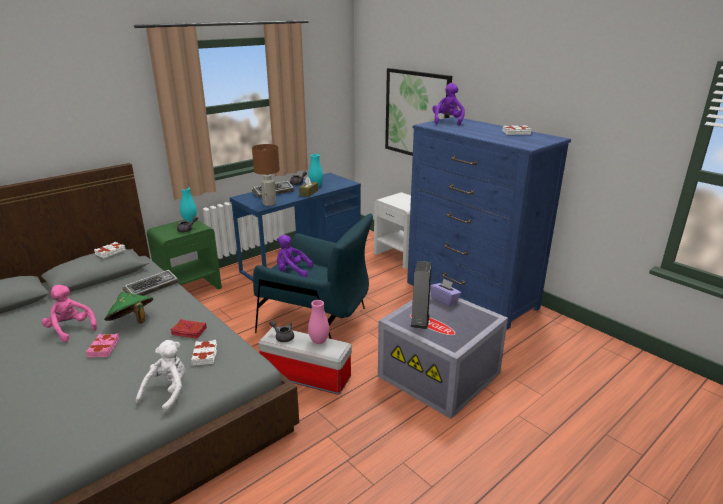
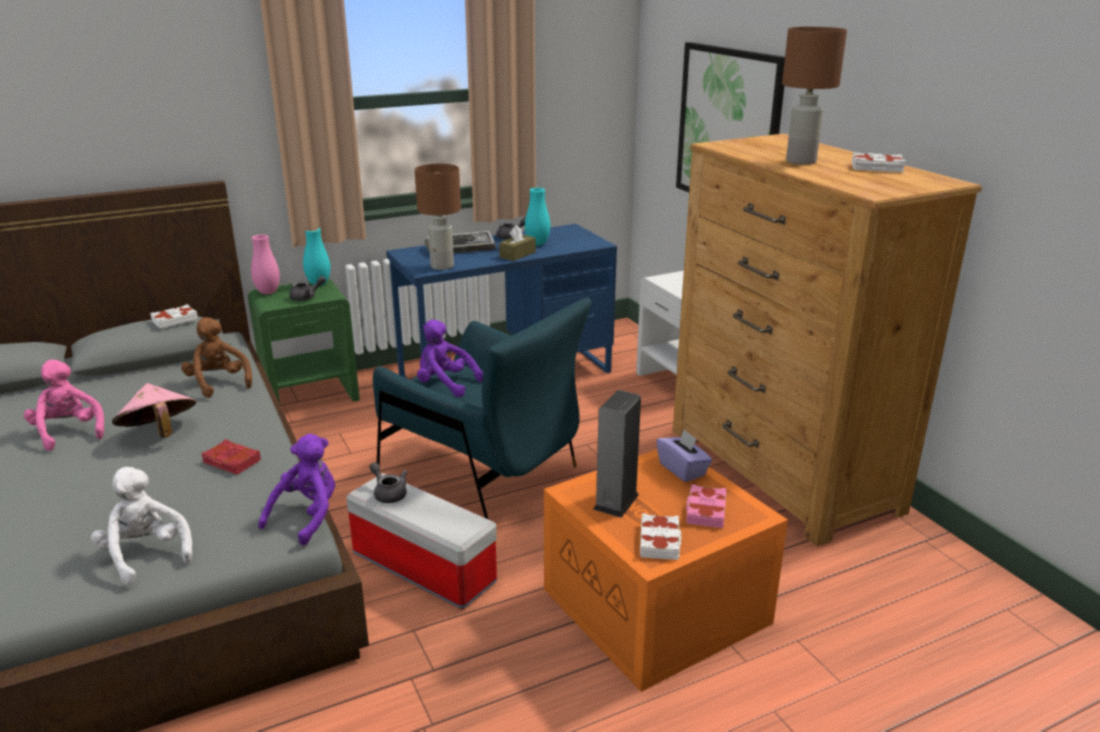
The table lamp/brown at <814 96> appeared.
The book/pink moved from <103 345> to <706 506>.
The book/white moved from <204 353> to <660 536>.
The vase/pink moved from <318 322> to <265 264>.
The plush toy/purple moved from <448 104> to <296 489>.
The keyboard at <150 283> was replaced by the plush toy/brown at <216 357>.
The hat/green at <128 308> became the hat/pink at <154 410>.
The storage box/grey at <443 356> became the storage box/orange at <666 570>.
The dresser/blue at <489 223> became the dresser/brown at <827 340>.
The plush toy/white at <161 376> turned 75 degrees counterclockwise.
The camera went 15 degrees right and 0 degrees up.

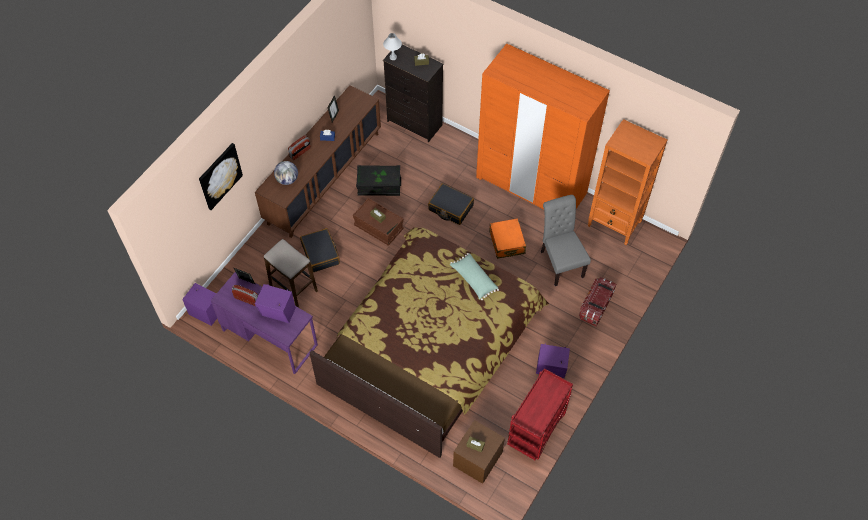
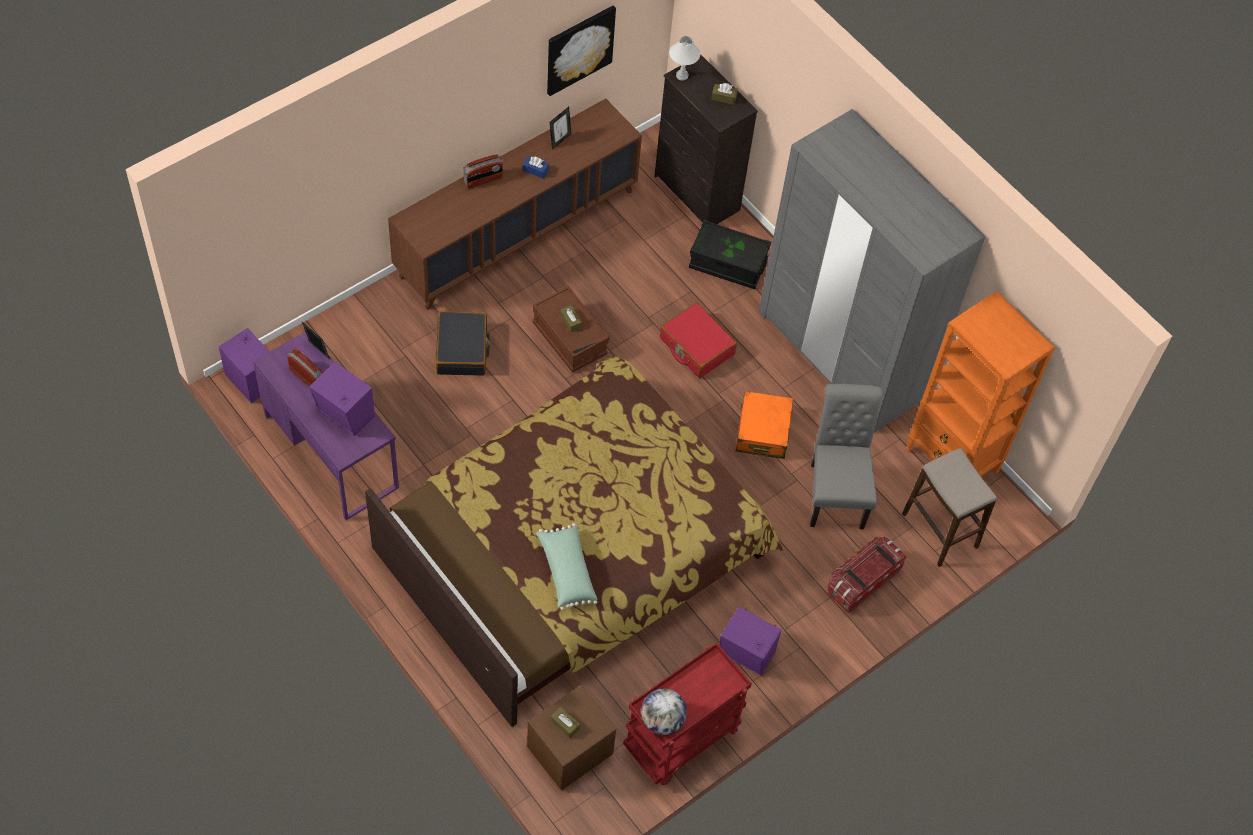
The picture moved from <221 176> to <581 51>.
The stool moved from <291 273> to <949 507>.
The globe moved from <286 173> to <664 711>.
The storage box/black moved from <378 180> to <730 254>.
The pillow/green moved from <474 276> to <566 567>.
The suitcase/black at <451 204> became the suitcase/red at <698 340>.
The wardrobe/orange at <543 126> became the wardrobe/grey at <872 271>.
The camera went 15 degrees right and 0 degrees up.

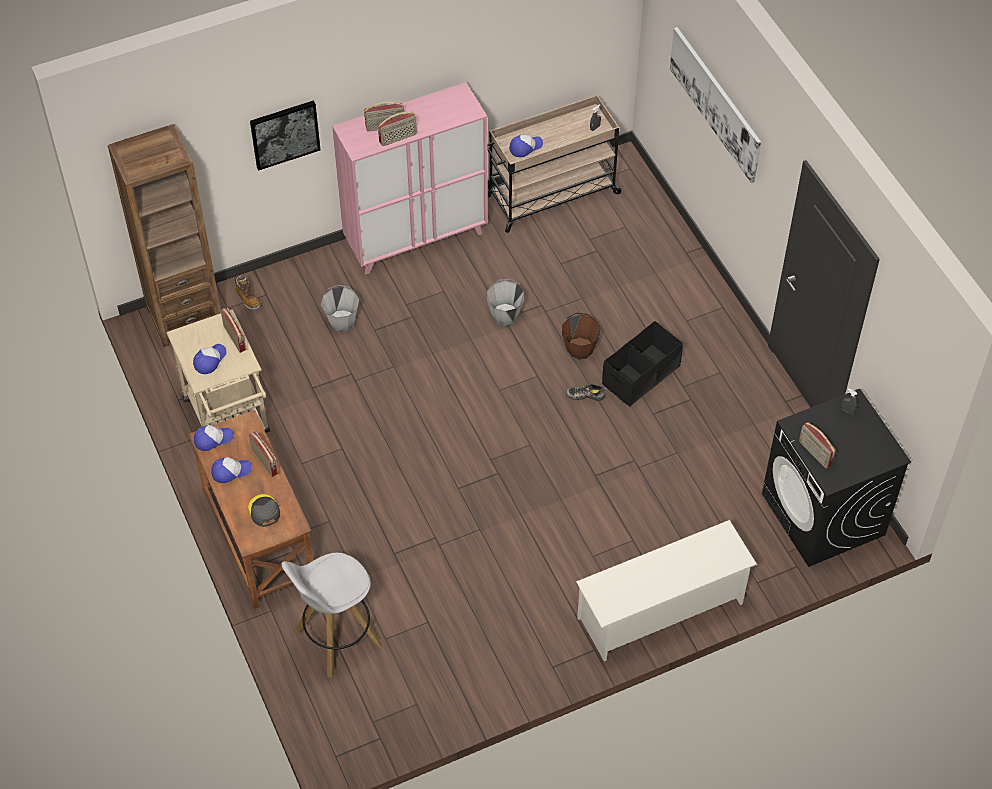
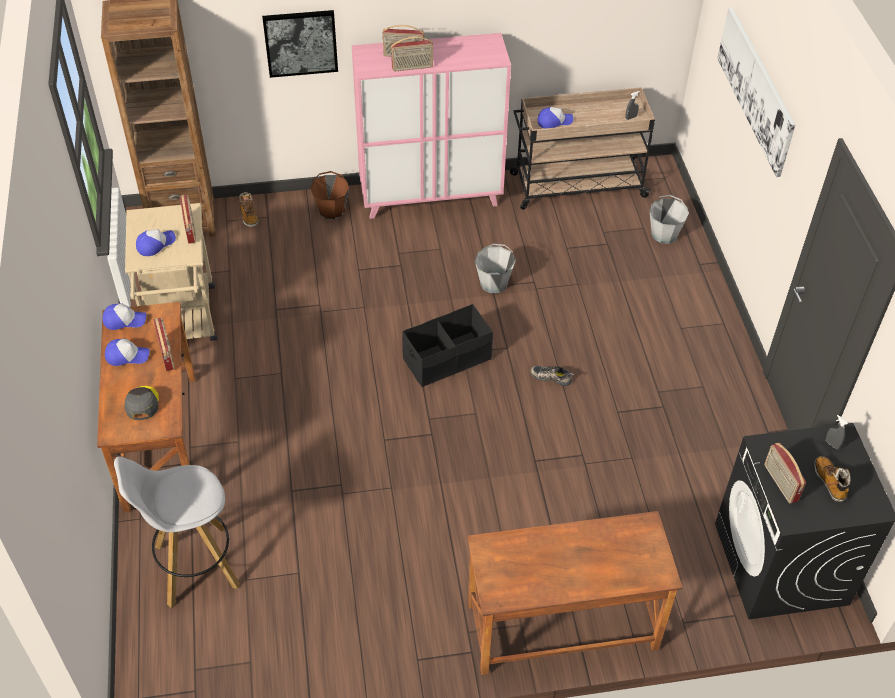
The boot at <832 479> appeared.
The bucket/grey moved from <340 308> to <669 219>.
The bucket/brown moved from <581 336> to <329 195>.
The storage box/black moved from <642 364> to <447 345>.
The shoe rack/white at <666 590> was replaced by the desk/brown at <575 593>.
The camera went 15 degrees right and 5 degrees down.

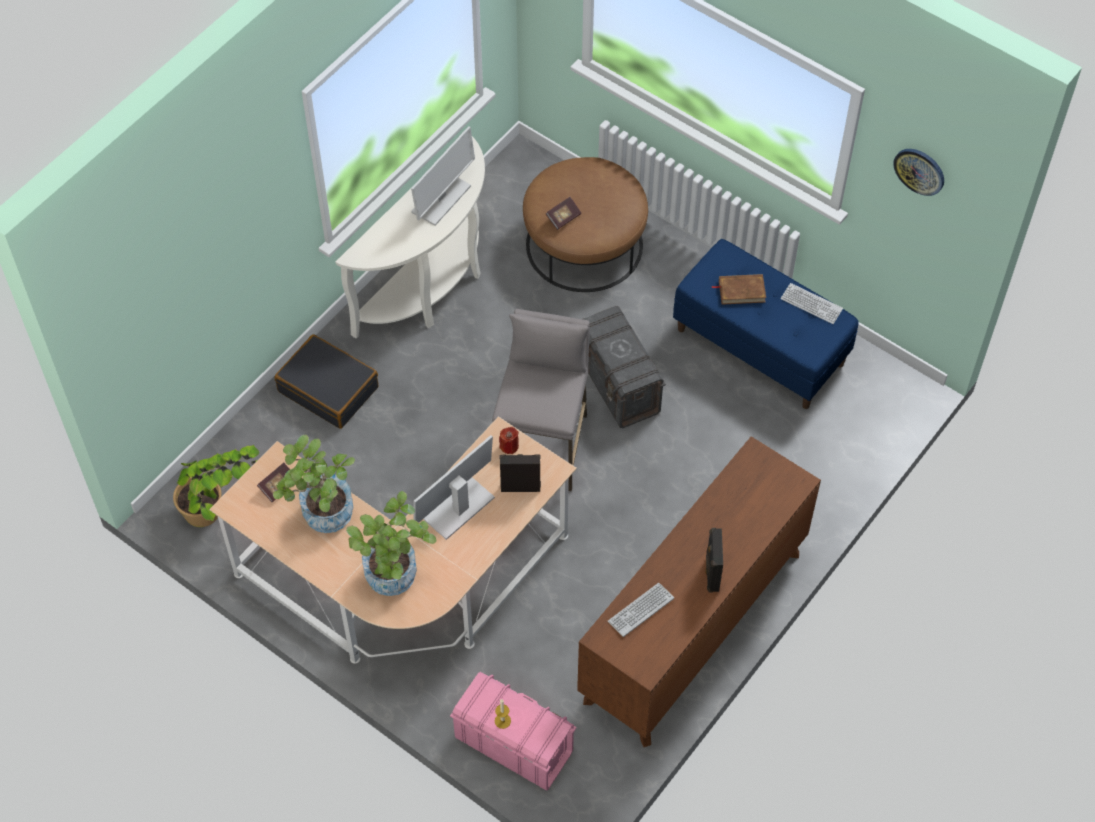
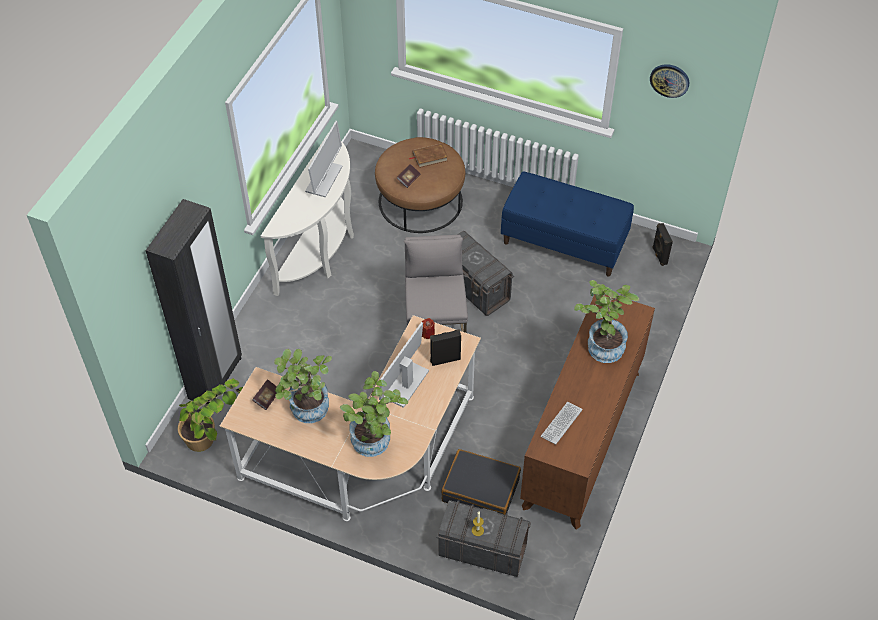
The keyboard at <812 303> disappeared.
The wardrobe/black at <193 301> appeared.
The potted plant at <606 321> appeared.
The suitcase/black moved from <326 381> to <481 482>.
The speaker/black moved from <714 560> to <662 244>.
The book/brown moved from <738 289> to <428 155>.
The storage box/pink at <513 731> became the storage box/grey at <484 538>.
The camera went 15 degrees left and 5 degrees down.

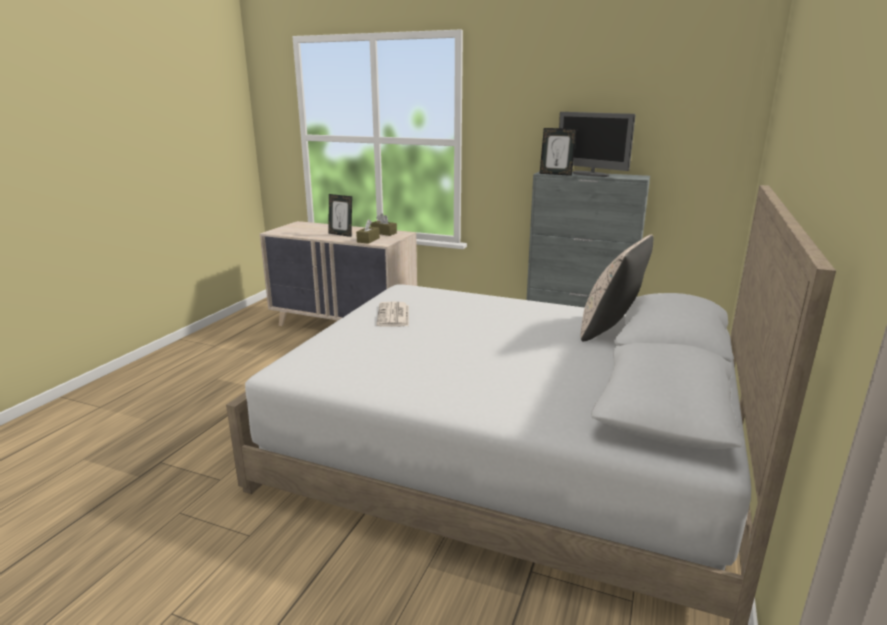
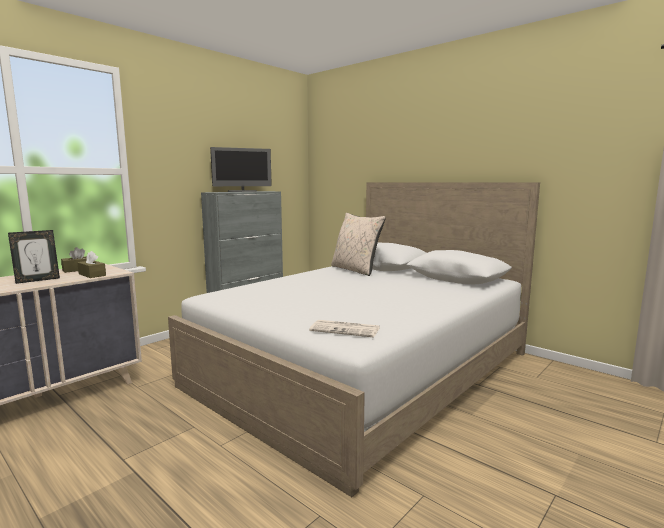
The picture frame at <558 152> disappeared.
The newspaper moved from <392 314> to <344 329>.
The camera went 70 degrees left and 10 degrees down.

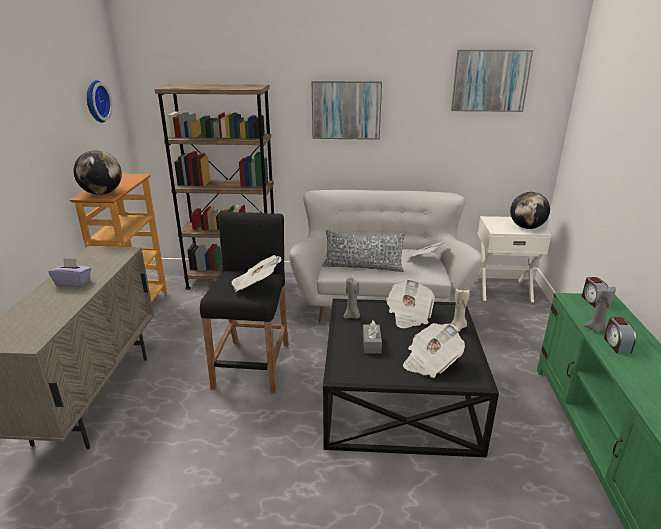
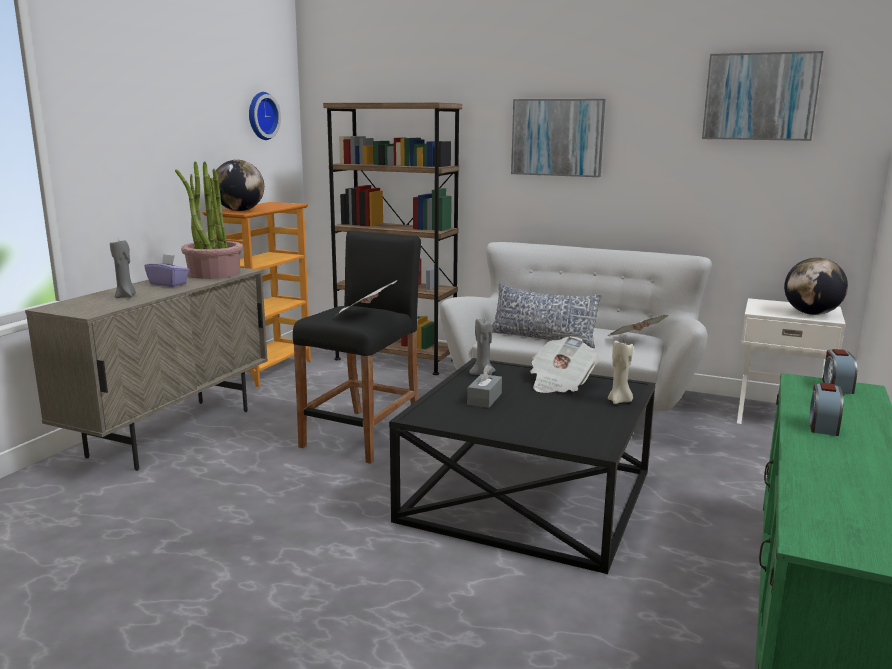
The newspaper at <434 350> disappeared.
The potted plant at <209 220> appeared.
The candle/grey moved from <599 309> to <123 269>.
The camera went 20 degrees right and 10 degrees down.

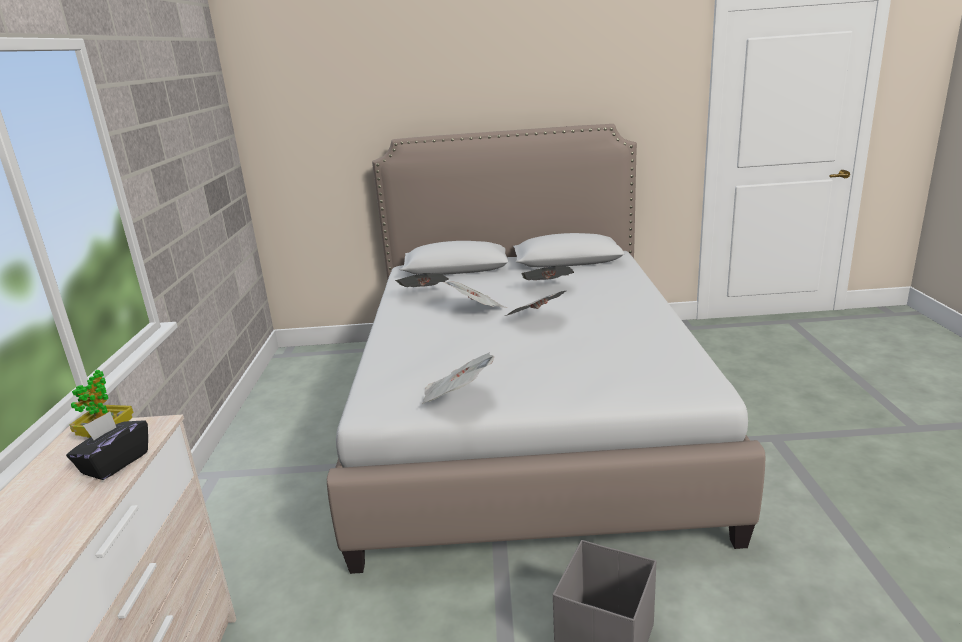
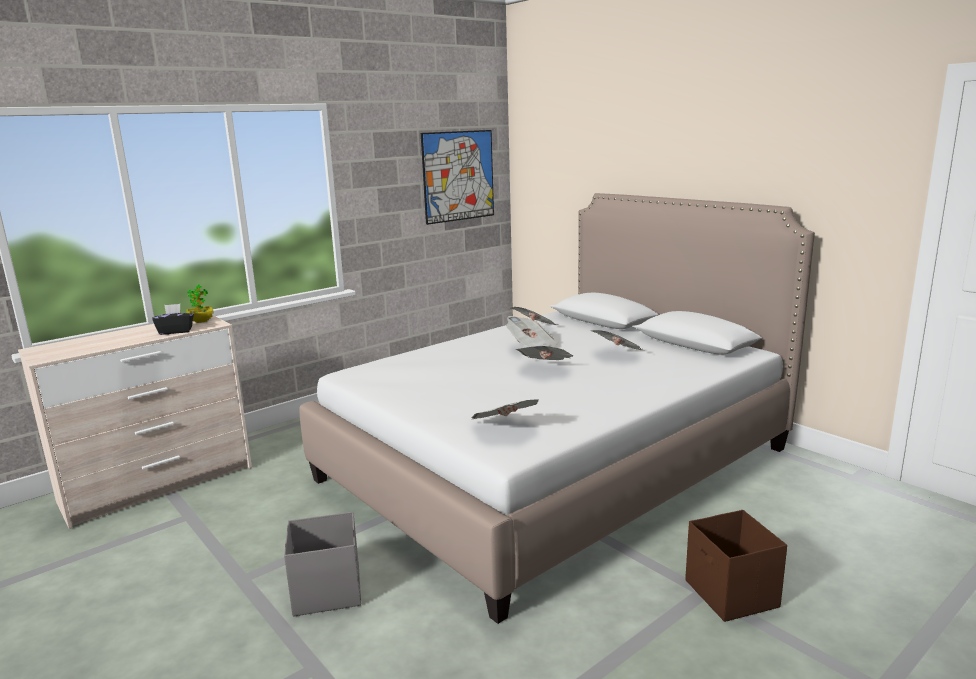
The picture at <457 177> appeared.
The storage box/brown at <736 566> appeared.
The newspaper moved from <458 378> to <505 409>.
The camera went 50 degrees right and 5 degrees down.

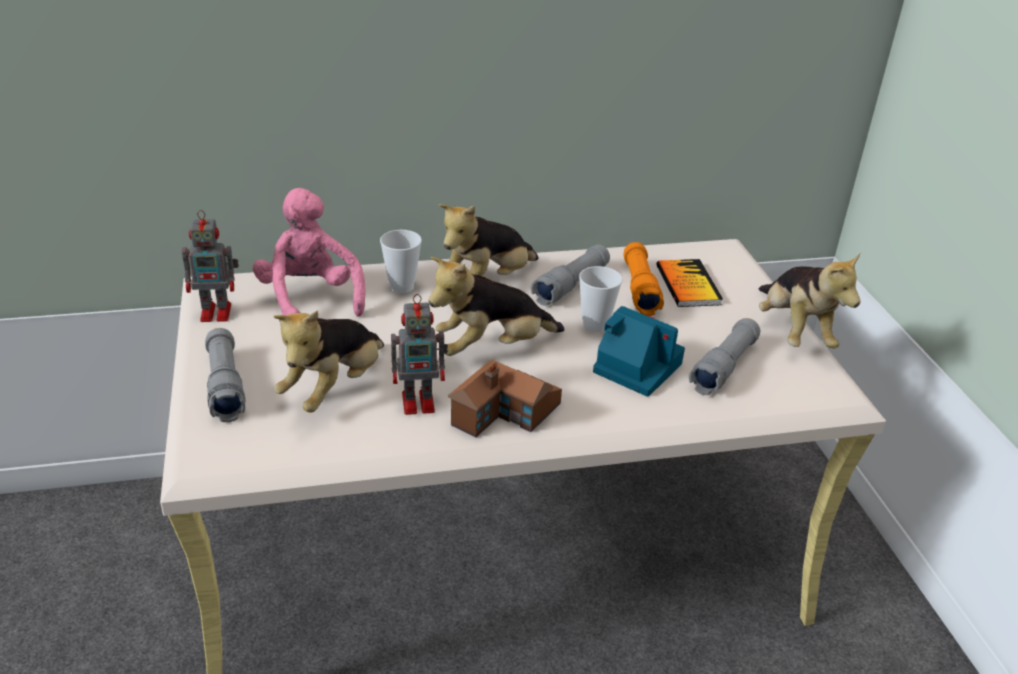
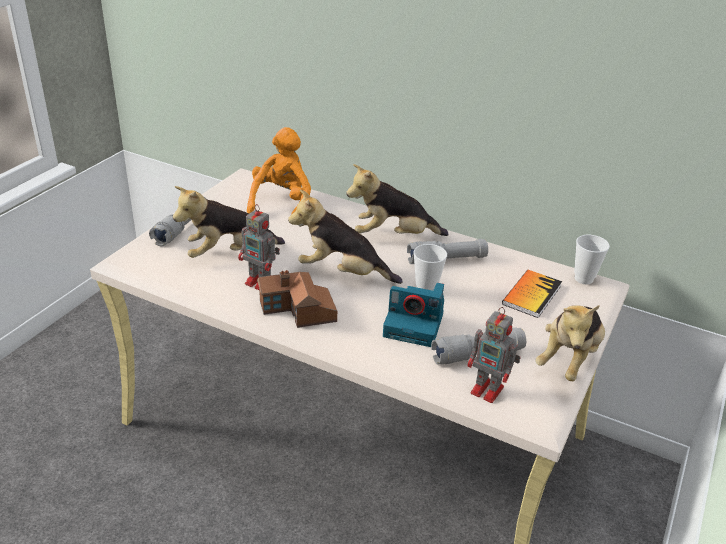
The flashlight/orange at <643 279> disappeared.
The toy robot moved from <210 266> to <494 355>.
The cup moved from <401 261> to <592 259>.
The plush toy/pink at <309 252> became the plush toy/orange at <279 171>.
The photo camera at <639 351> turned 120 degrees clockwise.
The camera went 40 degrees right and 0 degrees up.

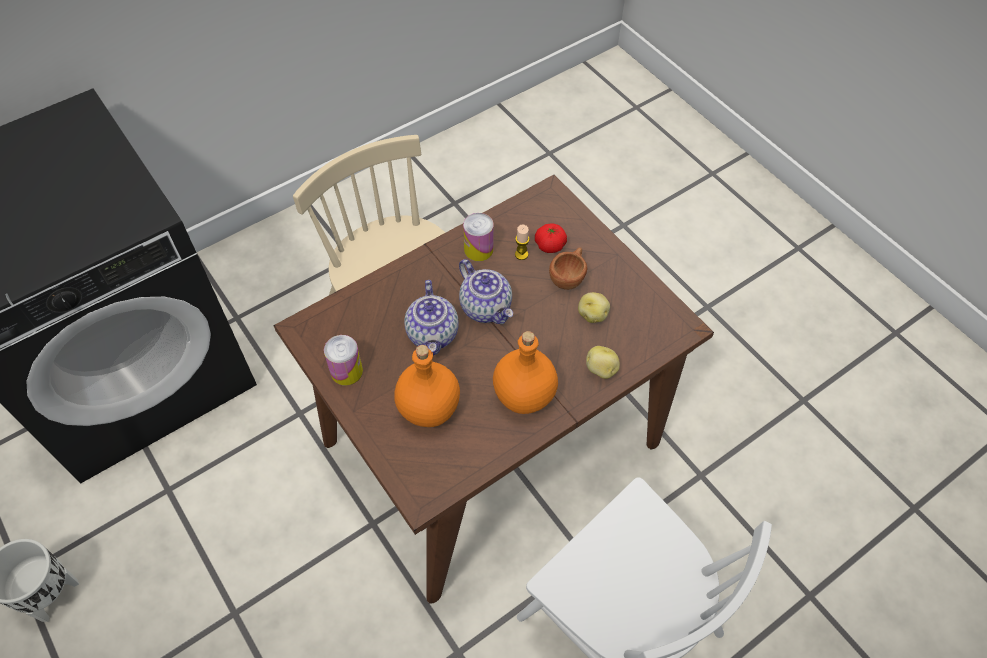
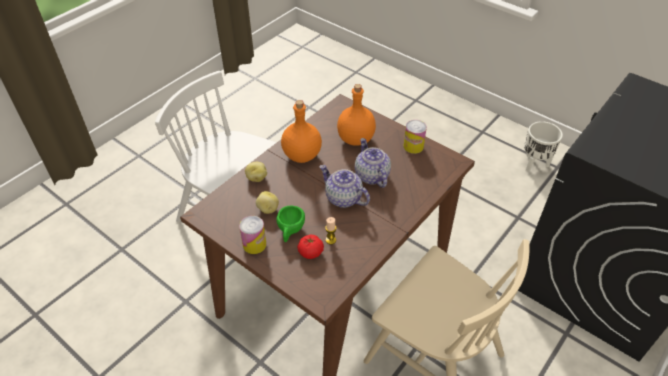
The can moved from <478 237> to <252 235>.
The cup/brown at <568 268> became the cup/green at <291 224>.
The camera went 165 degrees right and 10 degrees down.

